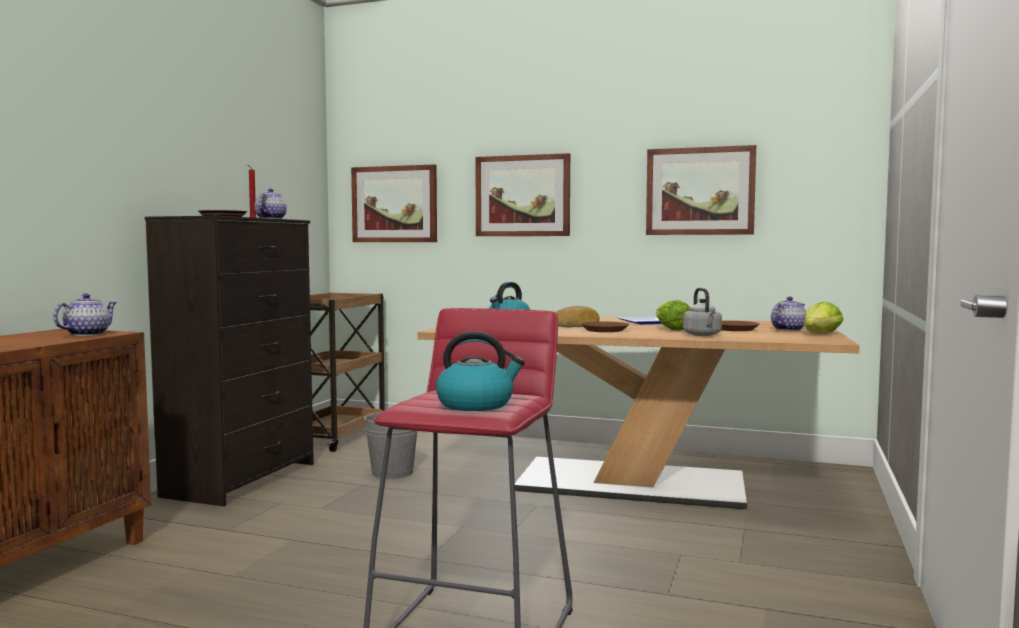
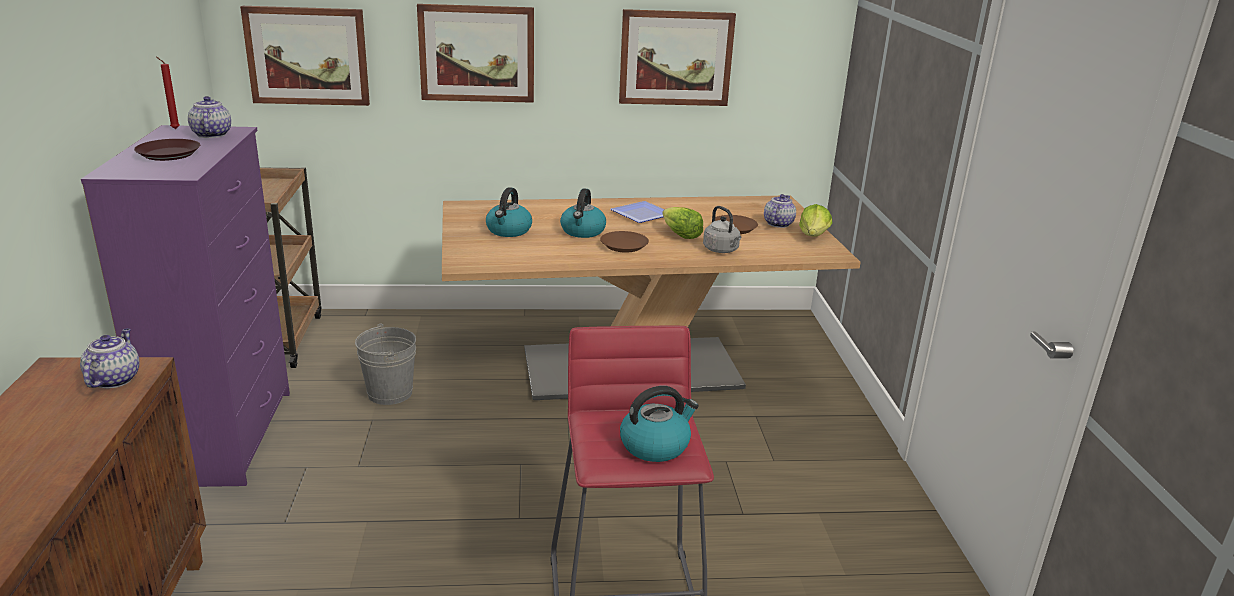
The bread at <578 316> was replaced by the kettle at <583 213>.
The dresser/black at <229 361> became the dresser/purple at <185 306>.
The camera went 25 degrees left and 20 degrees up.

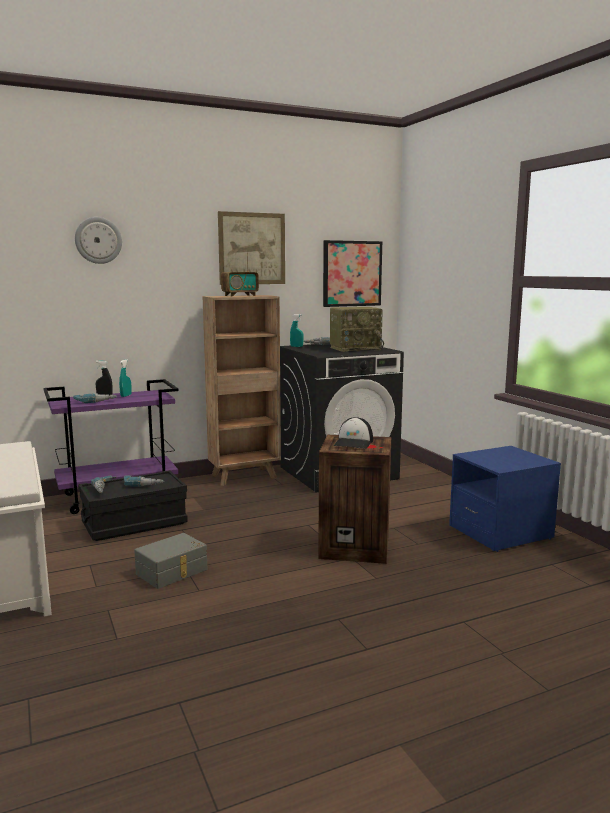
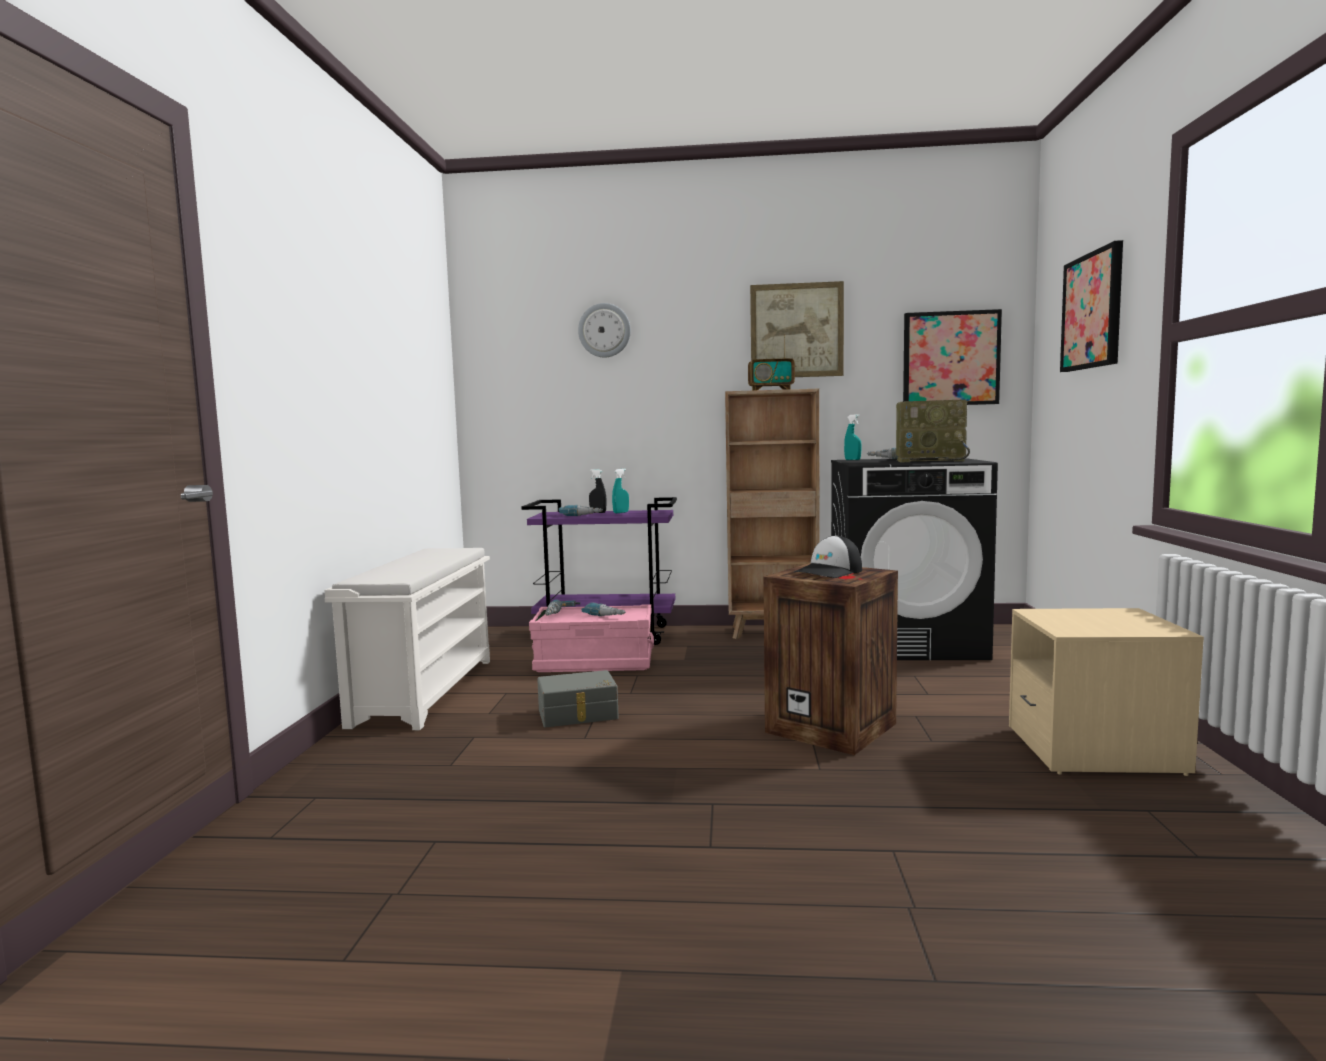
The picture at <1091 306> appeared.
The storage box/black at <133 505> became the storage box/pink at <591 638>.
The nightstand/blue at <505 499> became the nightstand/beige at <1106 692>.
The camera went 30 degrees right and 5 degrees down.

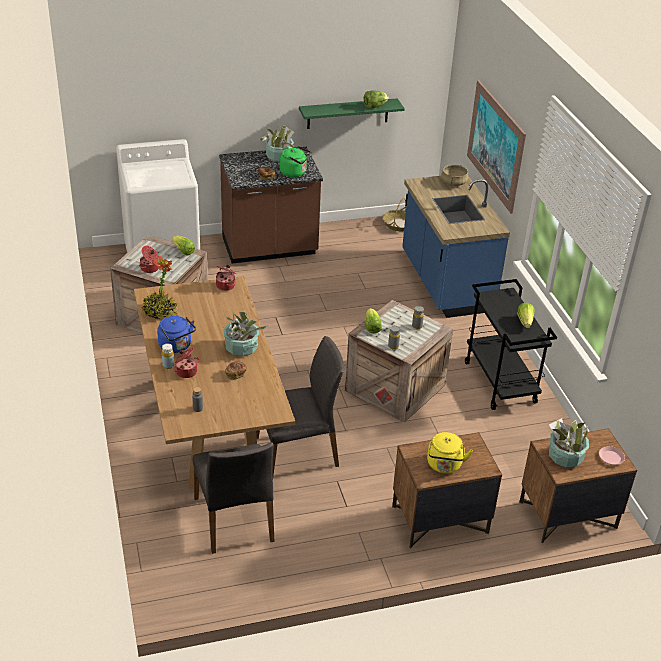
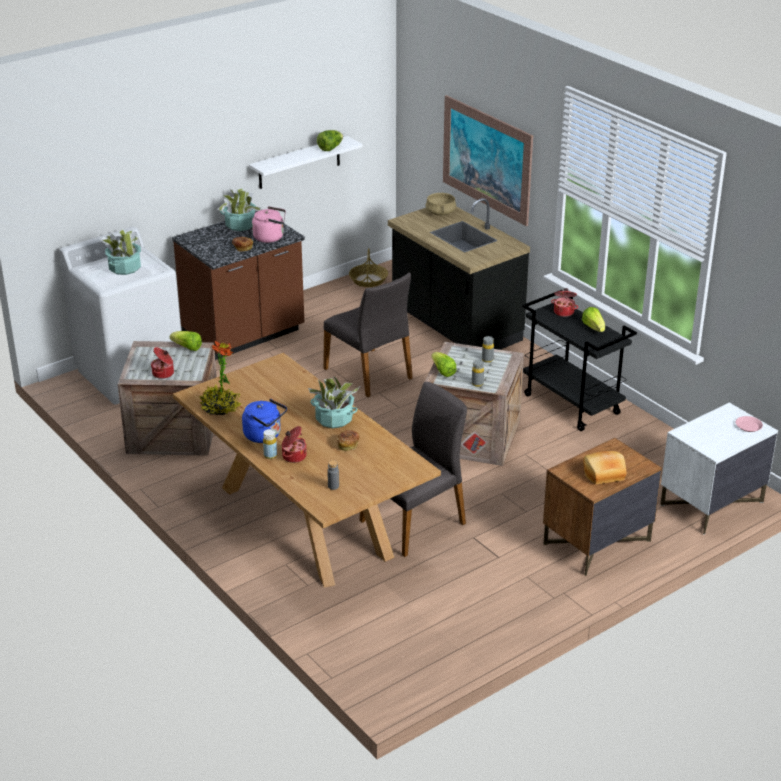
The chair/grey moved from <233 498> to <368 334>.
The cooking pot moved from <226 278> to <564 302>.
The potted plant moved from <569 442> to <120 252>.
The kettle/yellow at <450 453> was replaced by the bread at <604 467>.
The kettle/green at <295 161> became the kettle/pink at <269 224>.
The shelf/green at <352 113> became the shelf/white at <306 162>.
The counter/blue at <456 247> became the counter/black at <459 274>.
The nightstand/brown at <578 485> became the nightstand/white at <719 469>.
The camera went 20 degrees left and 5 degrees down.

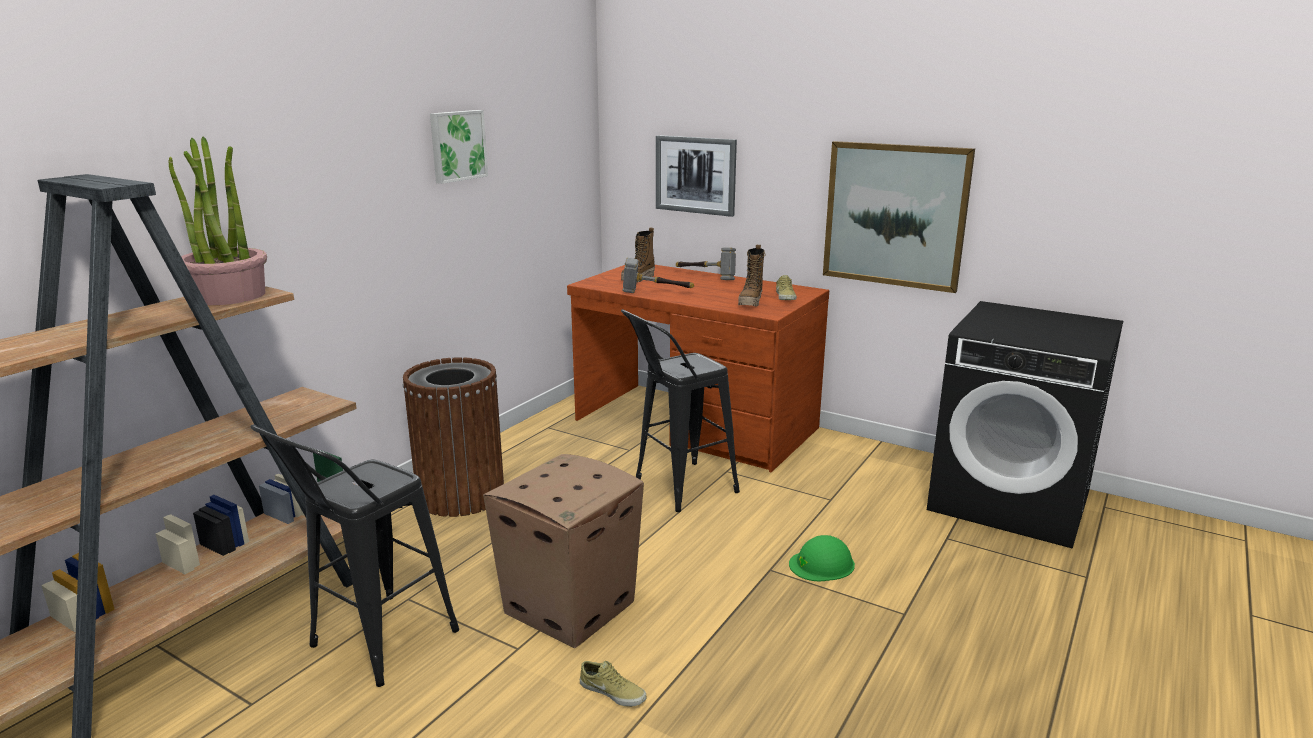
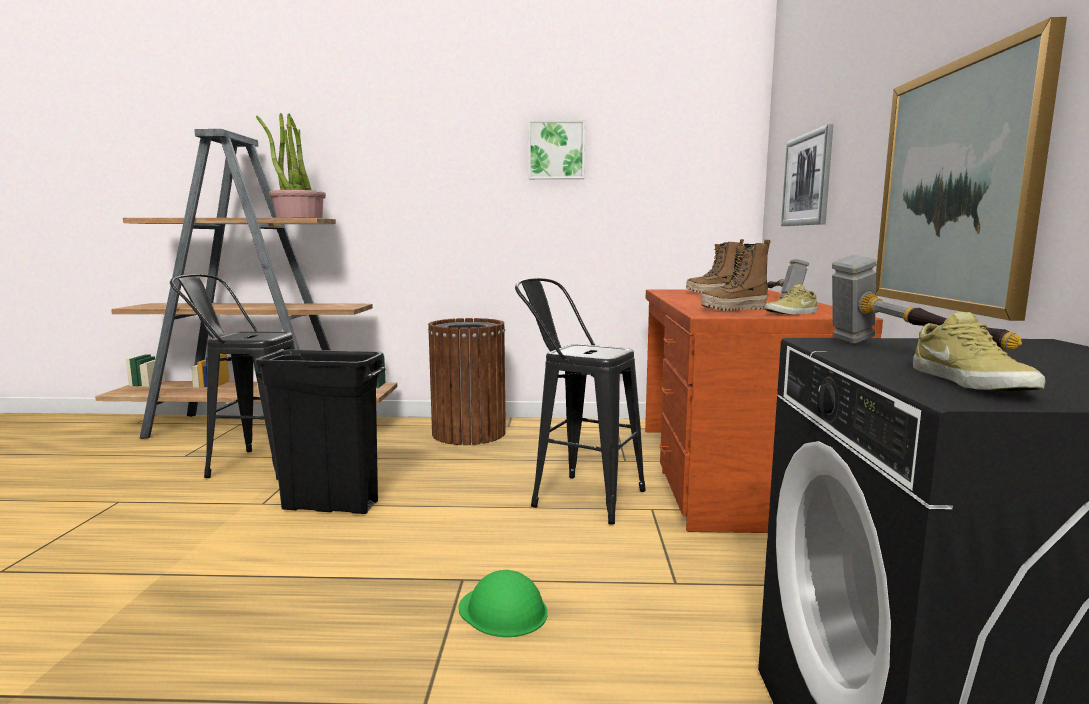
The shoe/beige moved from <613 684> to <979 351>.
The hammer moved from <659 275> to <927 302>.
The cardboard box at <563 551> was replaced by the trash can/black at <320 431>.
The camera went 60 degrees right and 10 degrees down.

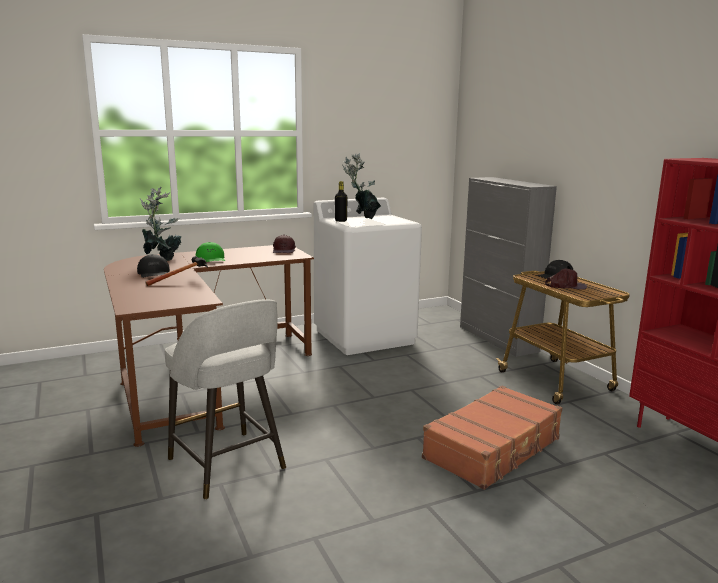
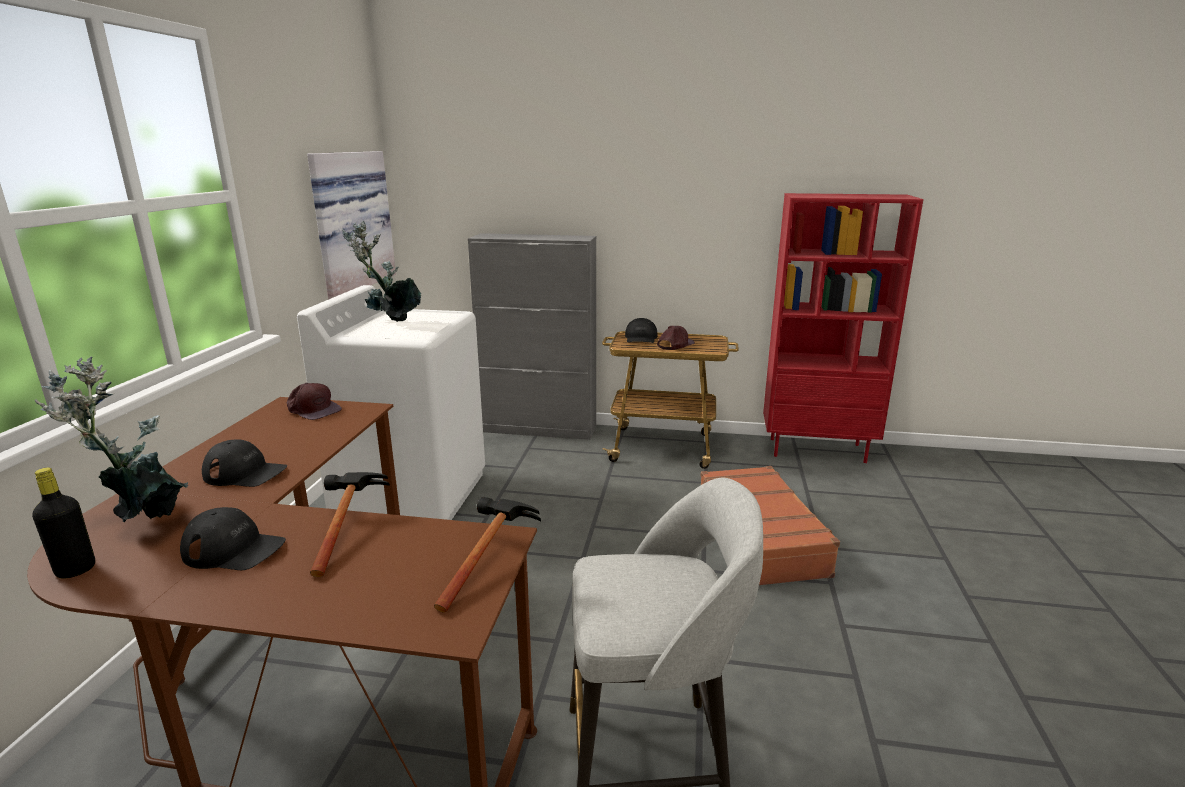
The picture at <351 225> appeared.
The hammer at <487 555> appeared.
The bottle/black moved from <341 201> to <63 523>.
The cap/green at <210 252> became the cap/black at <244 463>.
The camera went 55 degrees left and 5 degrees up.

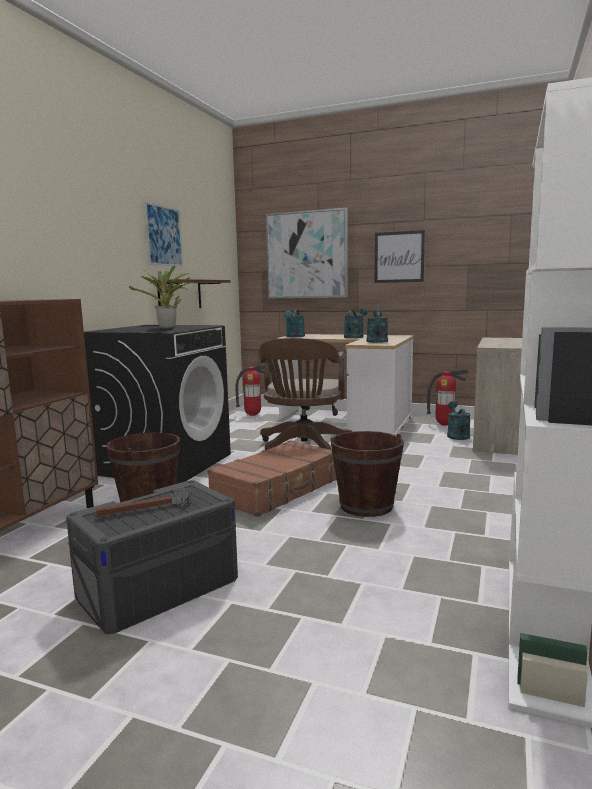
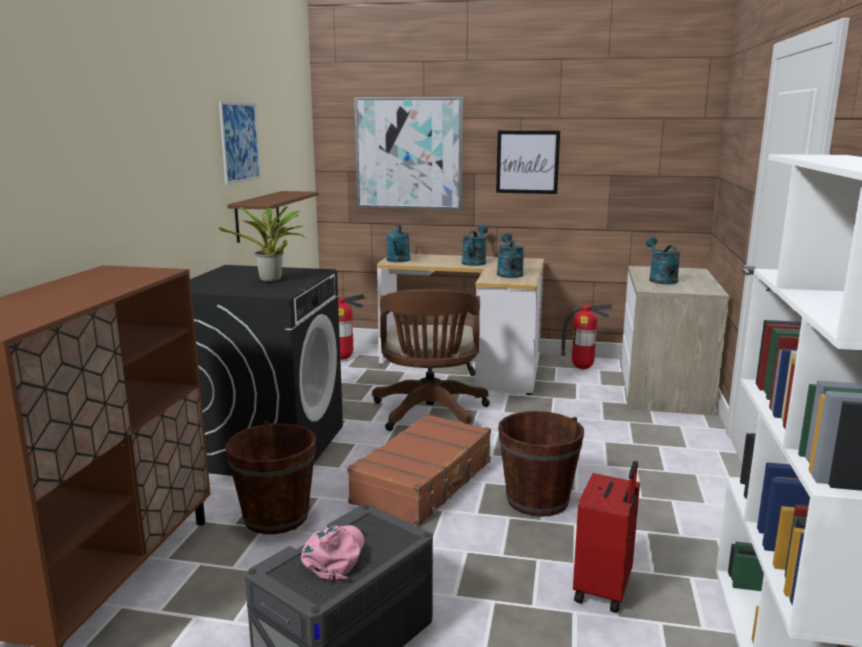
The suitcase/red at <606 537> appeared.
The watering can/turquoise moved from <459 420> to <663 260>.
The hammer at <143 502> was replaced by the cap/pink at <333 553>.
The camera went 10 degrees left and 5 degrees up.

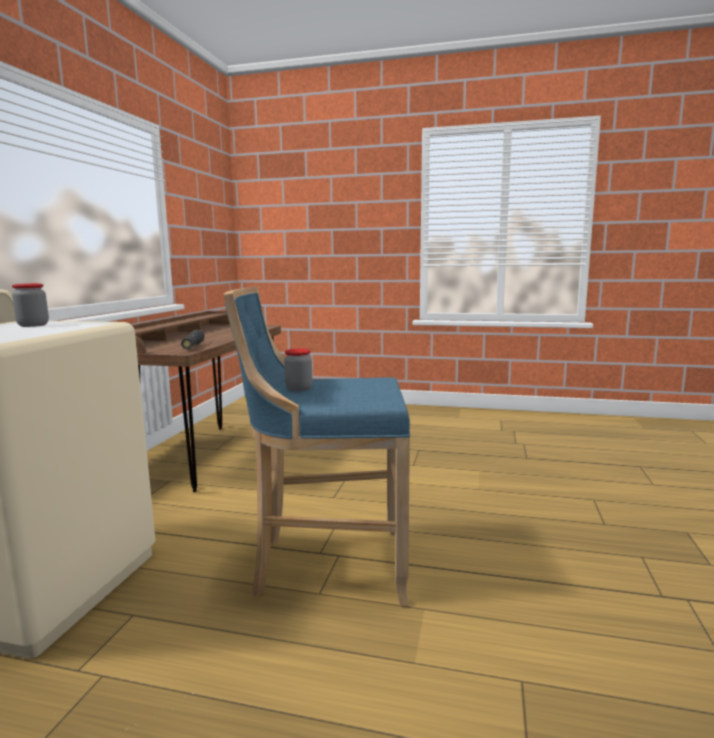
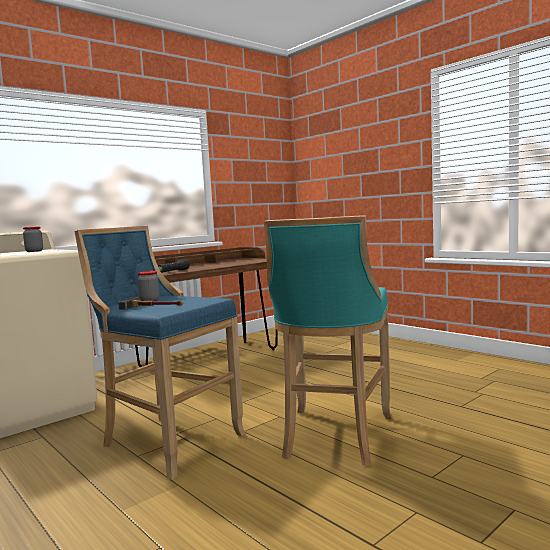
The hammer at <151 303> appeared.
The stool/turquoise at <328 341> appeared.
The camera went 35 degrees right and 5 degrees down.

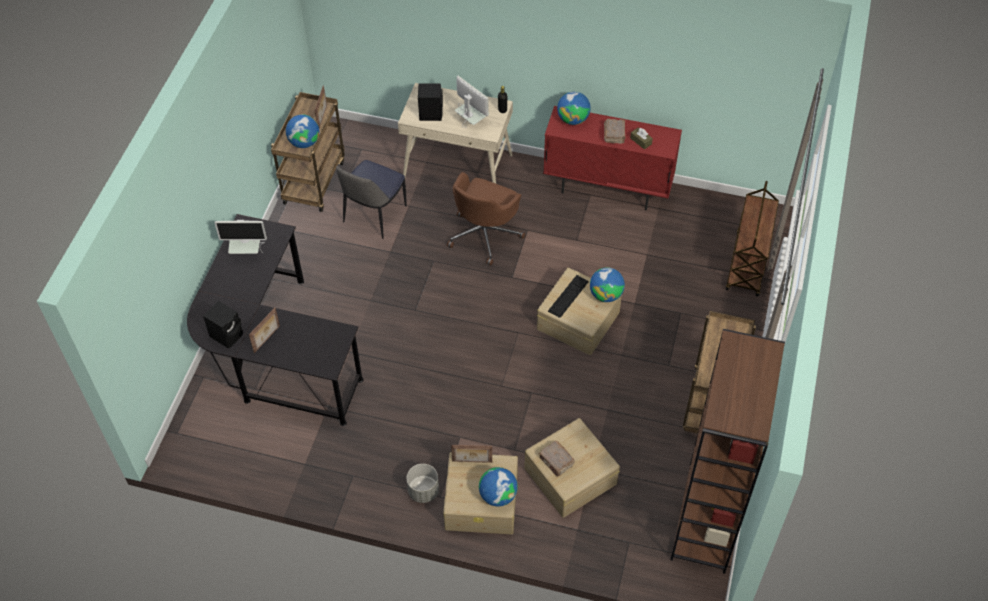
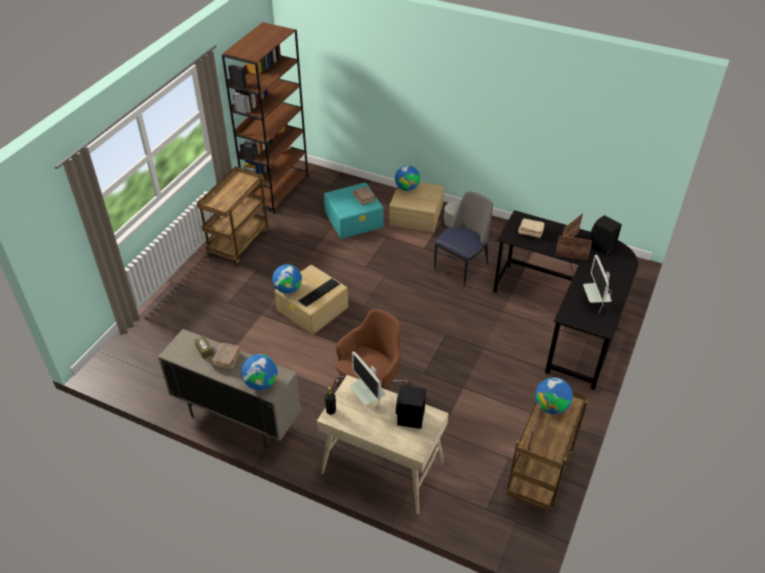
The cart/brown at <752 238> disappeared.
The book/beige at <531 228> appeared.
The chair moved from <371 199> to <463 239>.
The picture frame moved from <471 454> to <573 248>.
The storage box/beige at <572 468> became the storage box/turquoise at <353 210>.
The cabinet/red at <612 158> became the cabinet/beige at <229 388>.
The monitor at <240 237> turned 105 degrees counterclockwise.
The camera went 170 degrees left and 10 degrees down.

